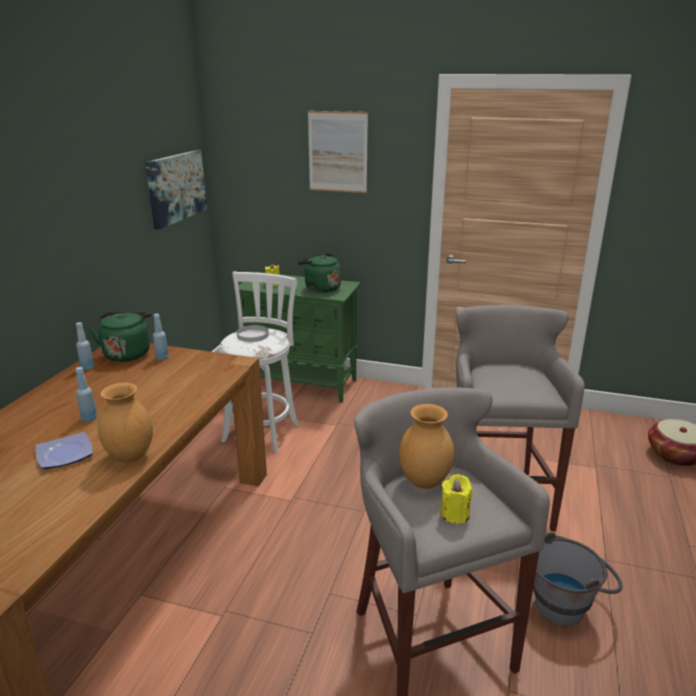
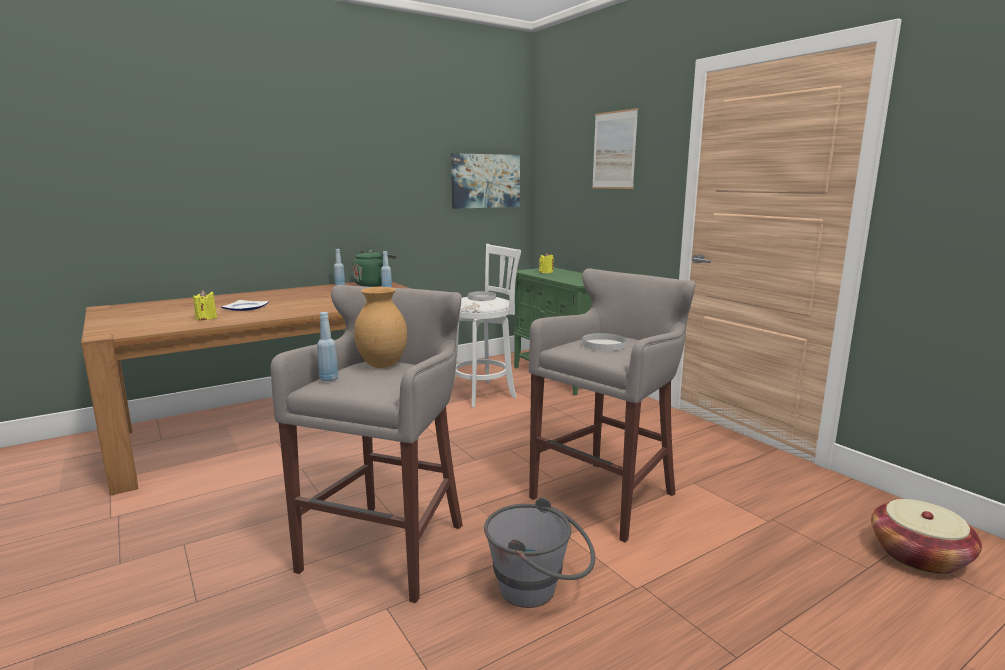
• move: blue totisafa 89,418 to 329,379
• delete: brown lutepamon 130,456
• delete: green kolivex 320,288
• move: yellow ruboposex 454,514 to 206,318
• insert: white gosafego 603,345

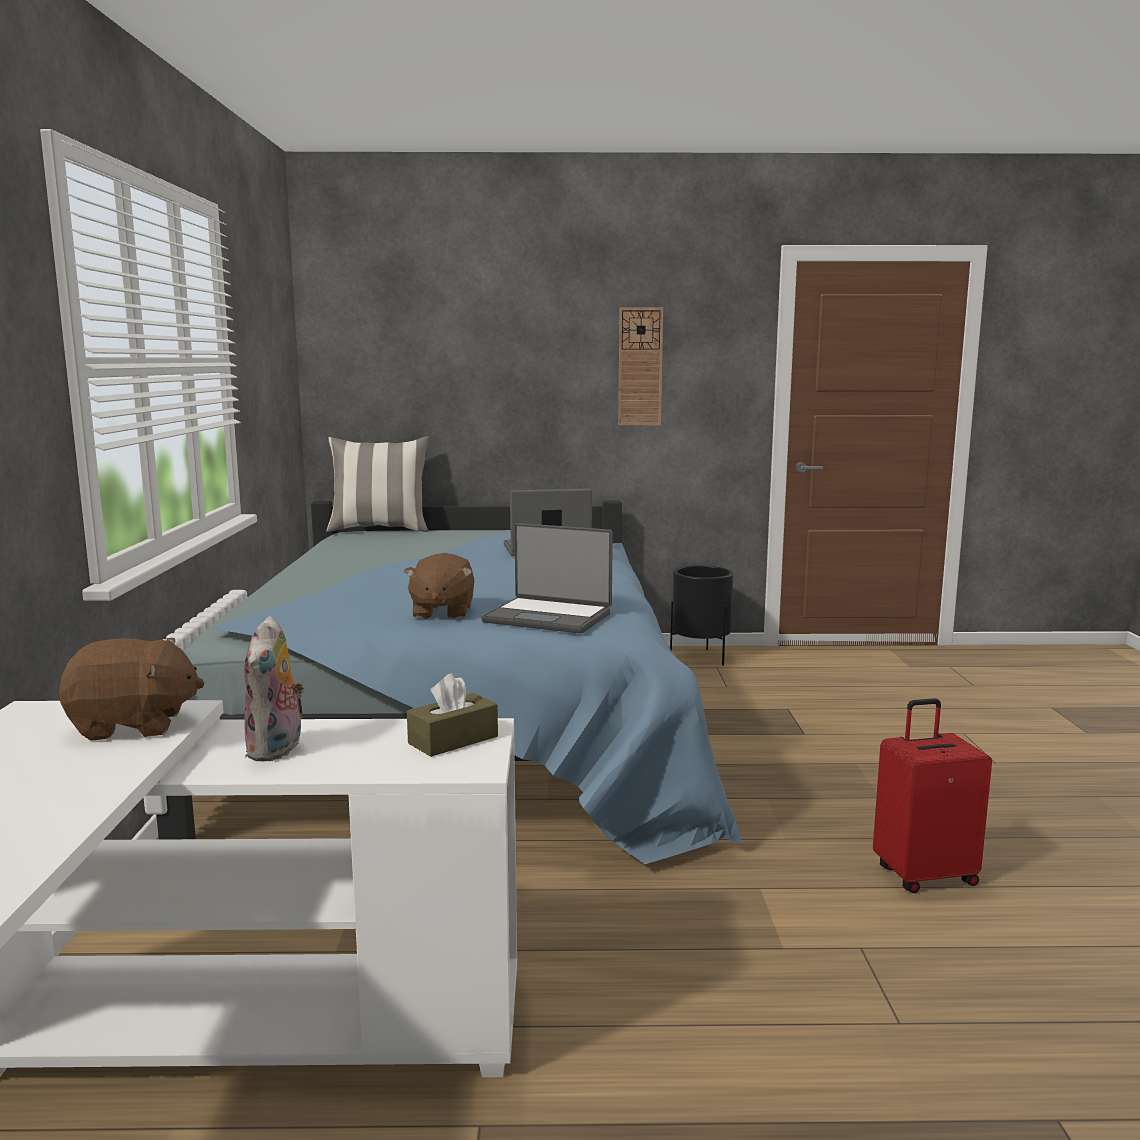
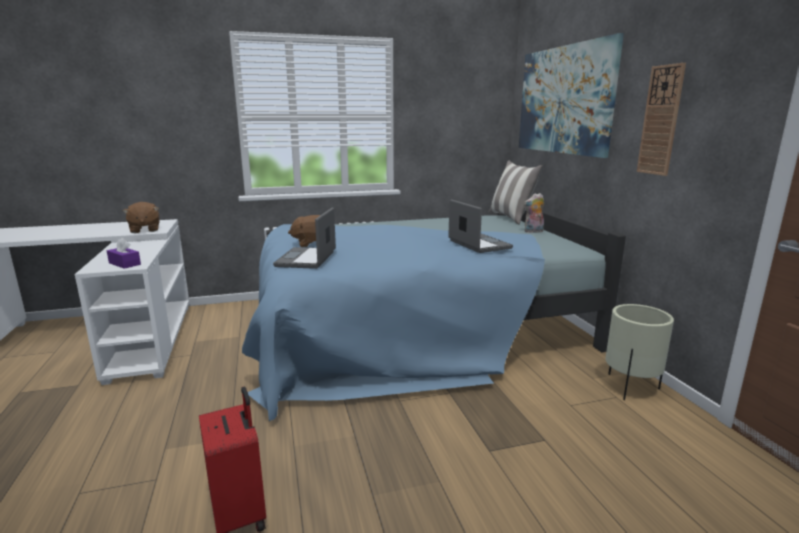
• move: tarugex 277,750 to 533,231
• recolor: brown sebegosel 453,740 to purple sebegosel 124,264
• recolor: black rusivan 700,658 to beige rusivan 630,387
• insert: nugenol 564,100

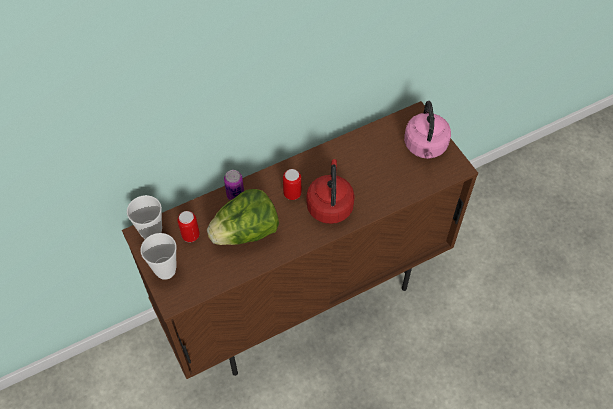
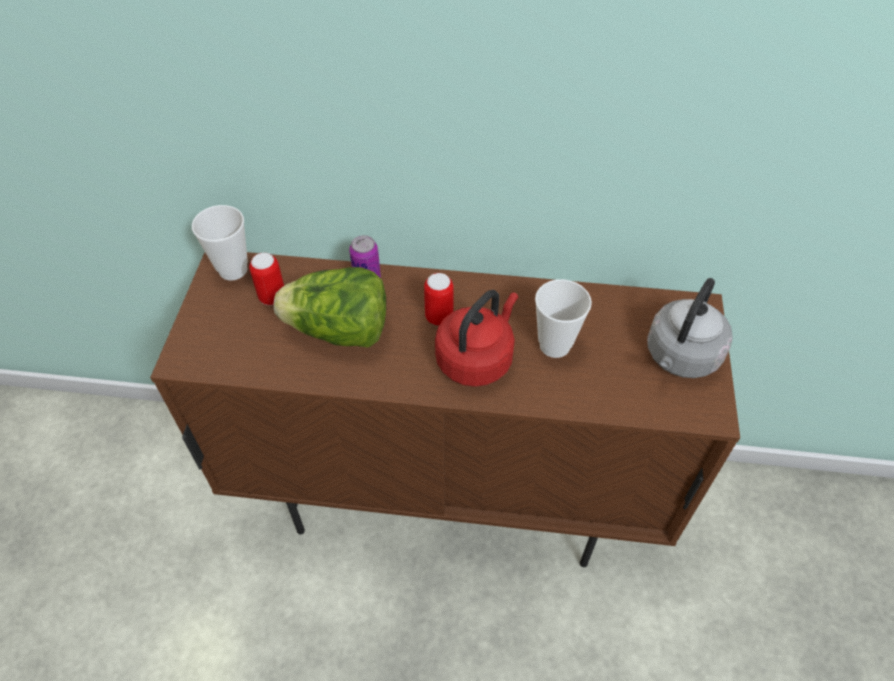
• move: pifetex 165,270 to 554,345
• recolor: pink kolivex 425,147 to grey kolivex 680,357

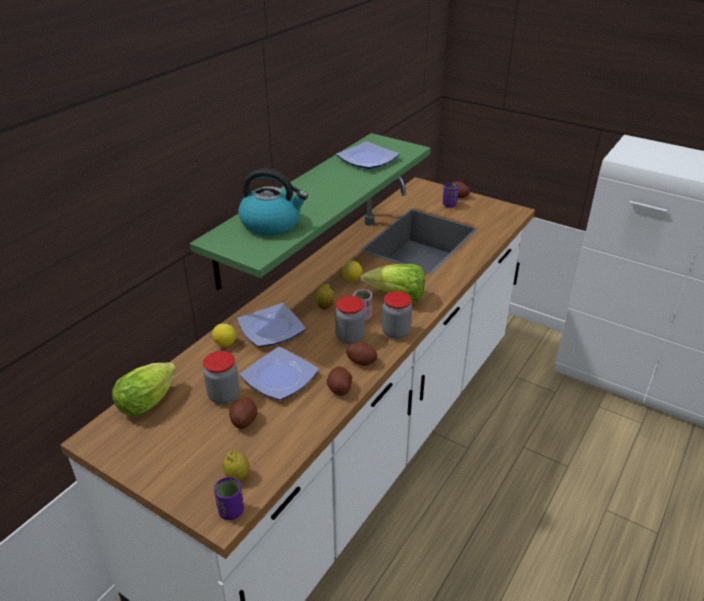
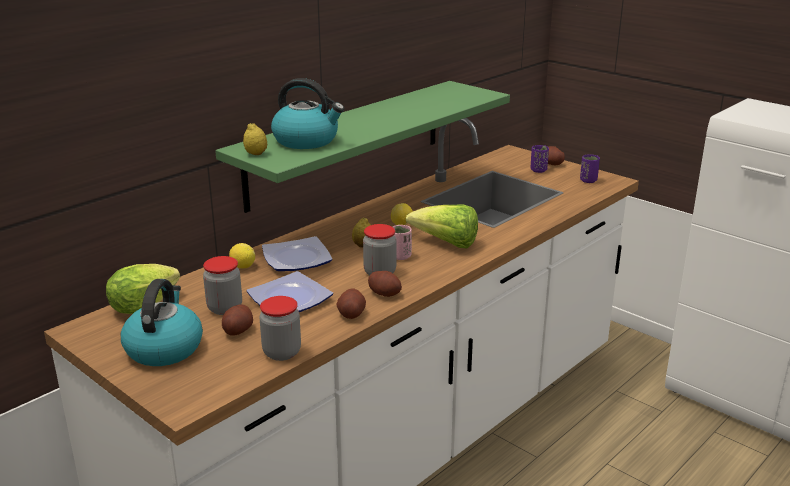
• move: purple pifetex 231,511 to 588,180
• move: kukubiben 237,476 to 256,154
• delete: gosafego 366,159
• move: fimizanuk 396,332 to 282,352
• insert: kolivex 164,348

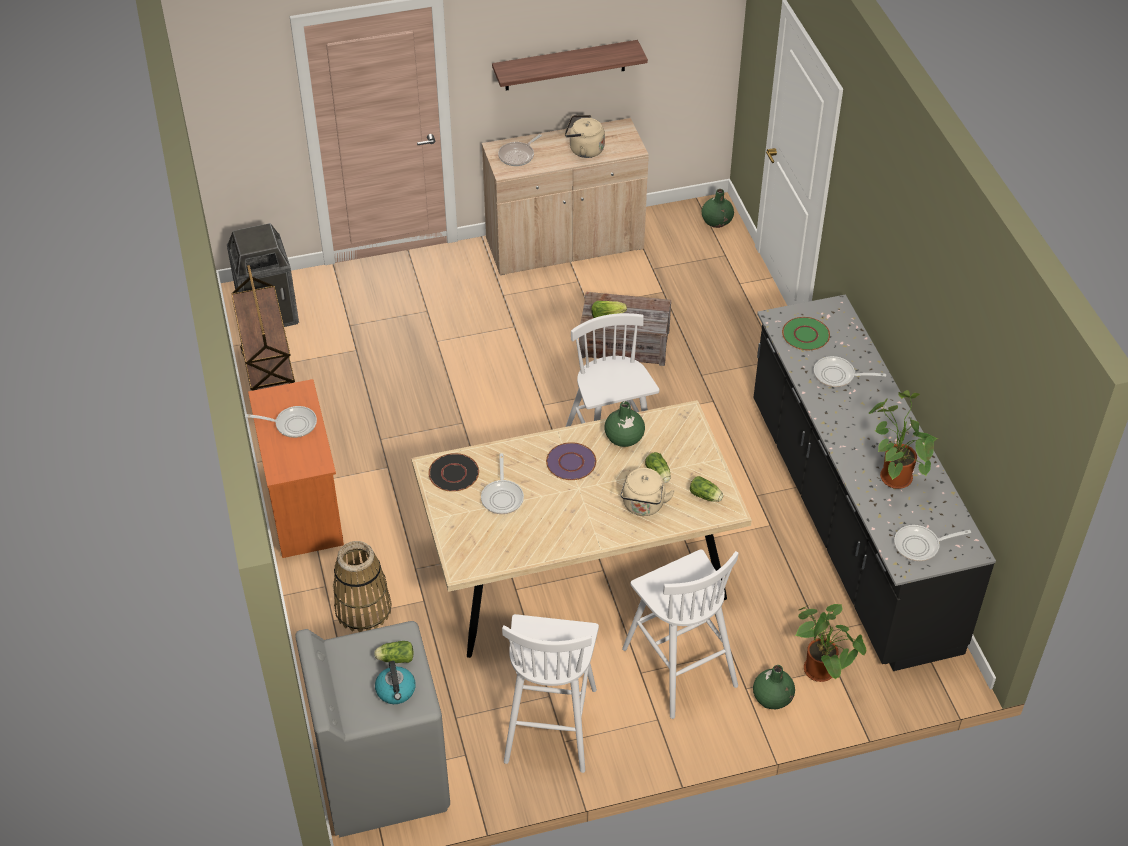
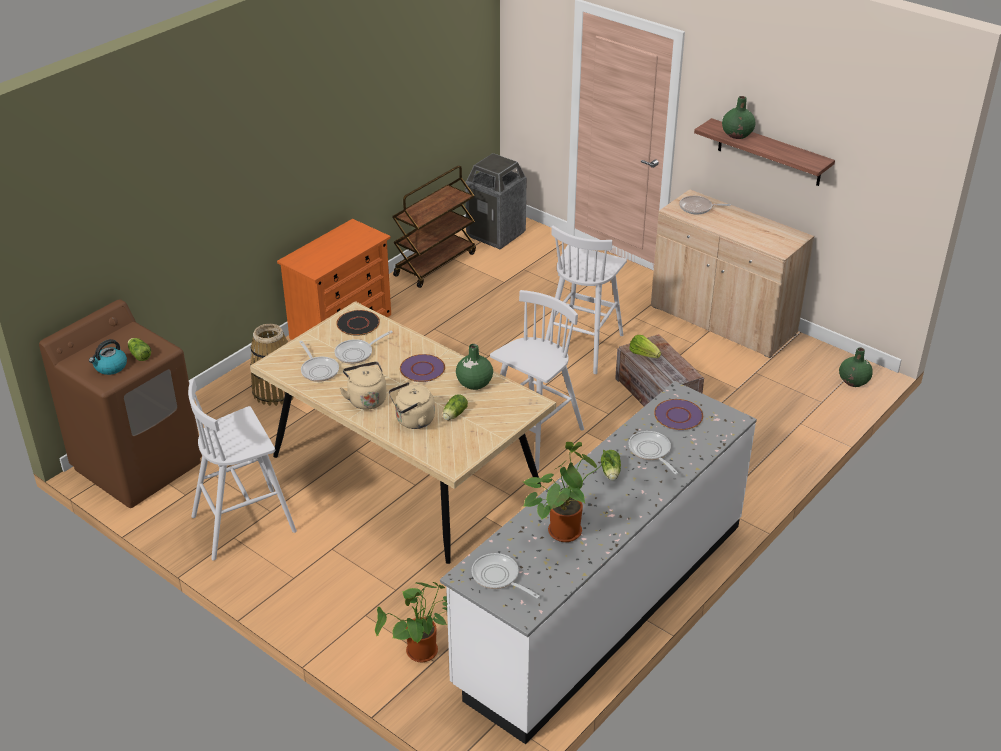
• move: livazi 292,424 to 318,370
• recolor: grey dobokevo 382,776 to brown dobokevo 138,465
• move: beige kolivex 584,150 to 366,399
• move: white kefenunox 678,665 to 583,346
• move: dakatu 706,496 to 610,473
• recolor: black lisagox 849,524 to white lisagox 602,603
• move: green lutepamon 772,697 to 737,134
• recolor: green gosafego 806,335 to purple gosafego 678,416

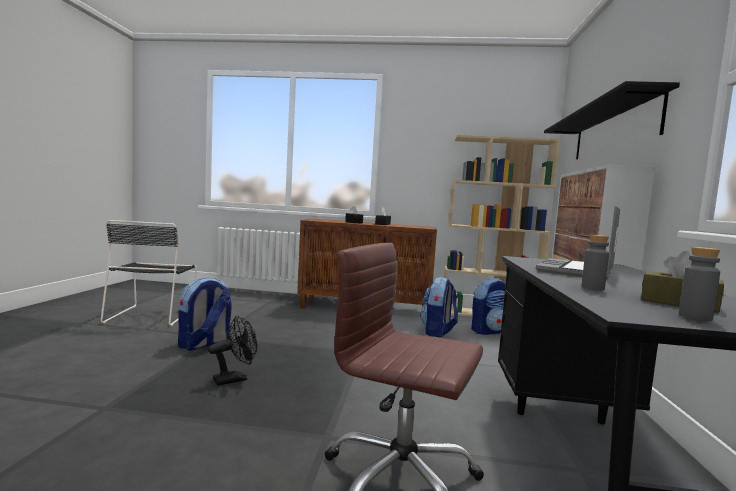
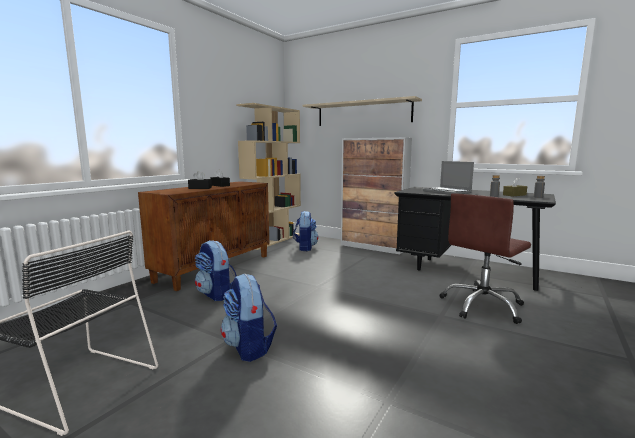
• delete: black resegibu 235,379
• move: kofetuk 438,332 to 216,294
• recolor: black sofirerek 613,131 to beige sofirerek 363,113

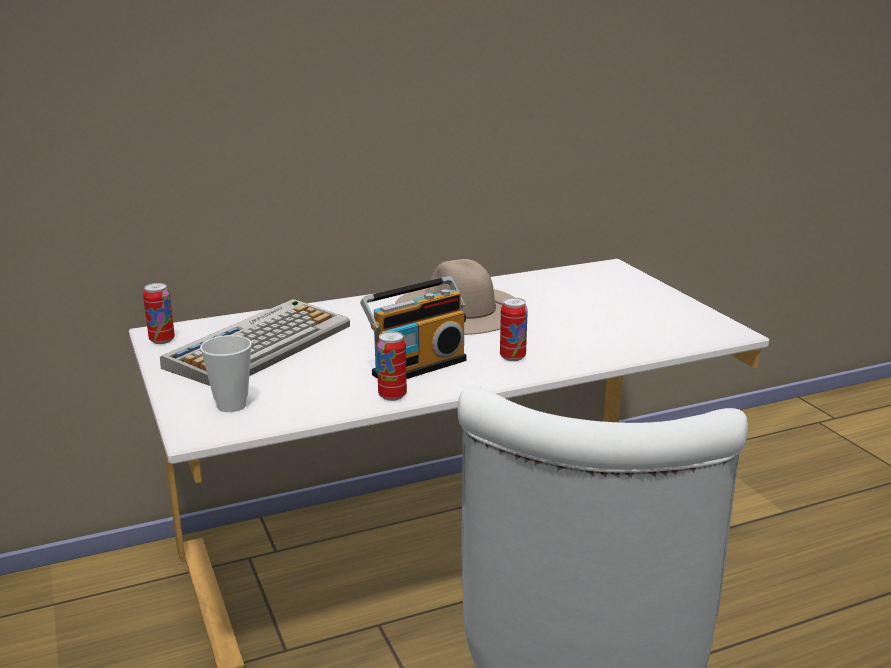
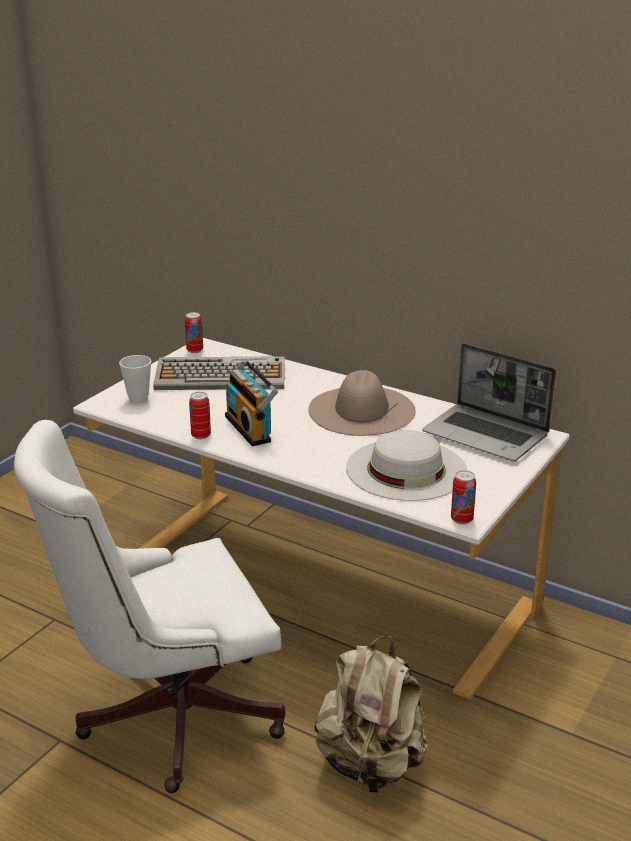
• rotate: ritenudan 417,366 = 251,428 45 degrees clockwise
• move: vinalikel 512,357 to 461,519
• insert: beige kofetuk 371,764
• insert: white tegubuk 406,469
• insert: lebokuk 487,435

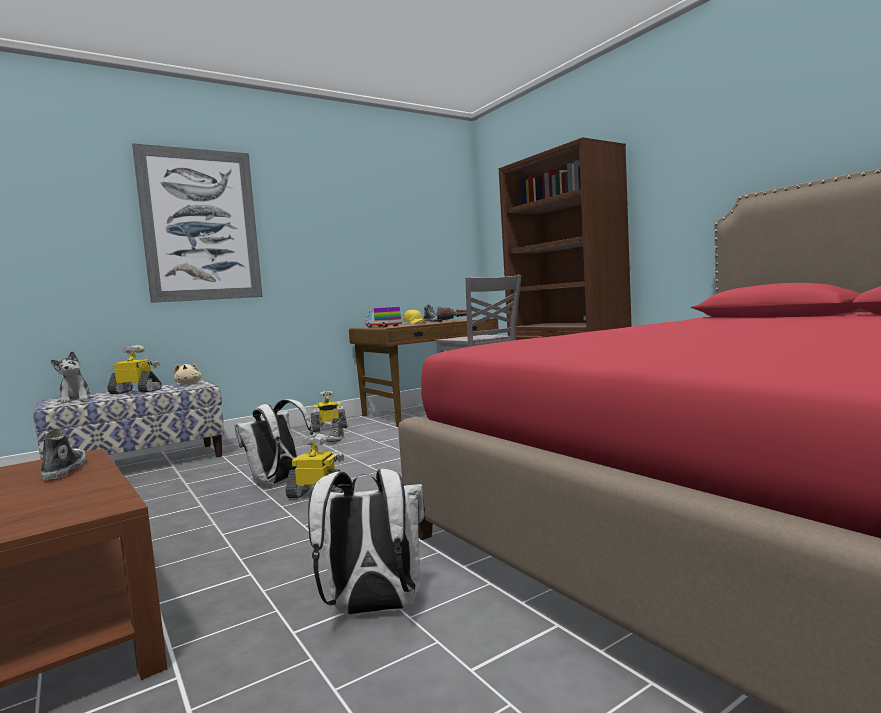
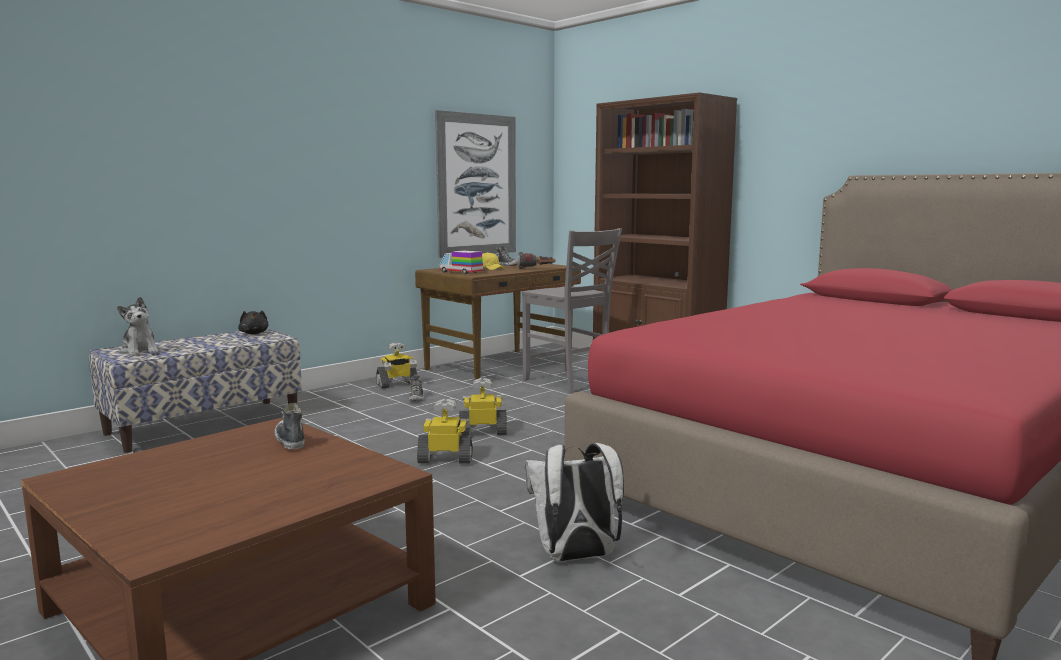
• move: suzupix 136,391 to 483,432
• move: nugenol 201,225 to 477,185
• recolor: beige tarugex 188,384 to black tarugex 254,333
• delete: white kofetuk 278,482

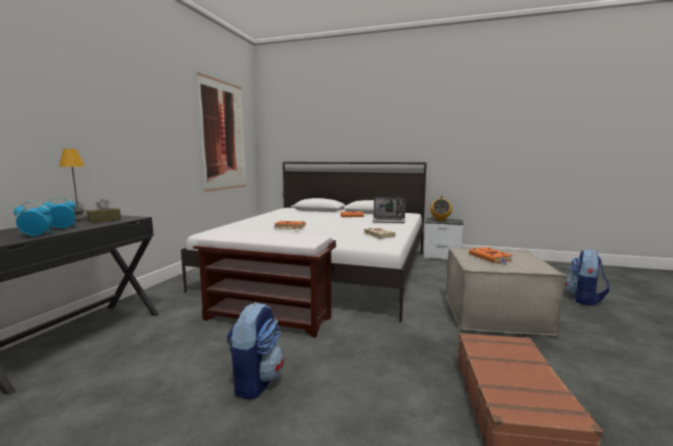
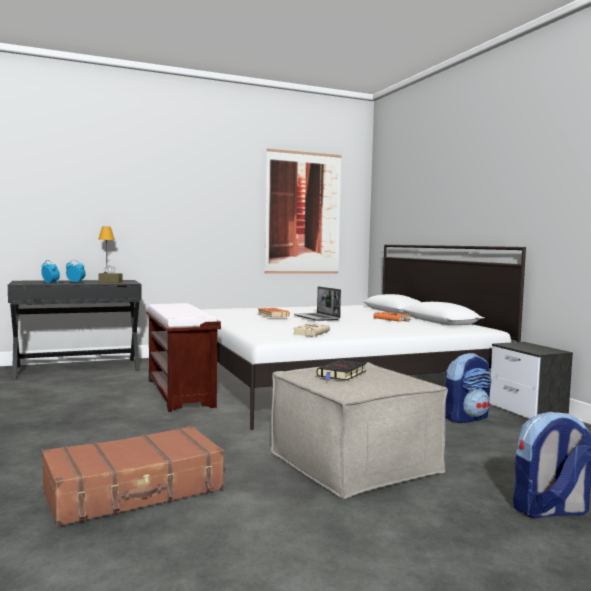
• move: kofetuk 256,381 to 466,418
• move: lebokuk 389,221 to 317,318
• delete: ritenudan 440,220
• recolor: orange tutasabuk 491,258 to black tutasabuk 341,374

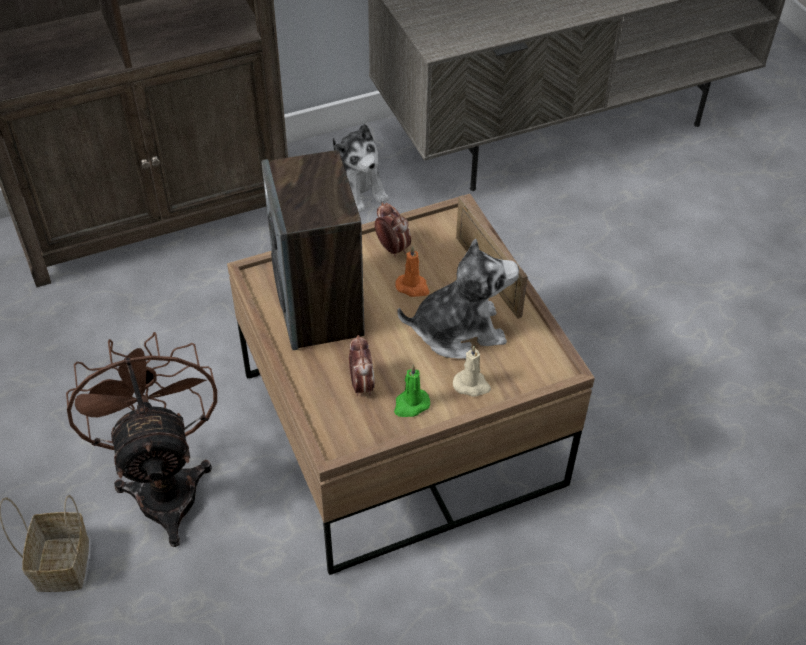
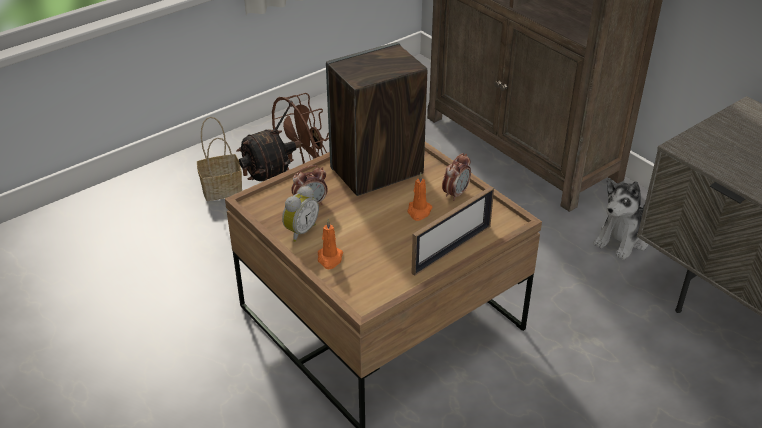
• replace: green ruboposex 411,405 to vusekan 300,231
• delete: tarugex 458,330
• recolor: beige ruboposex 472,385 to orange ruboposex 330,259

